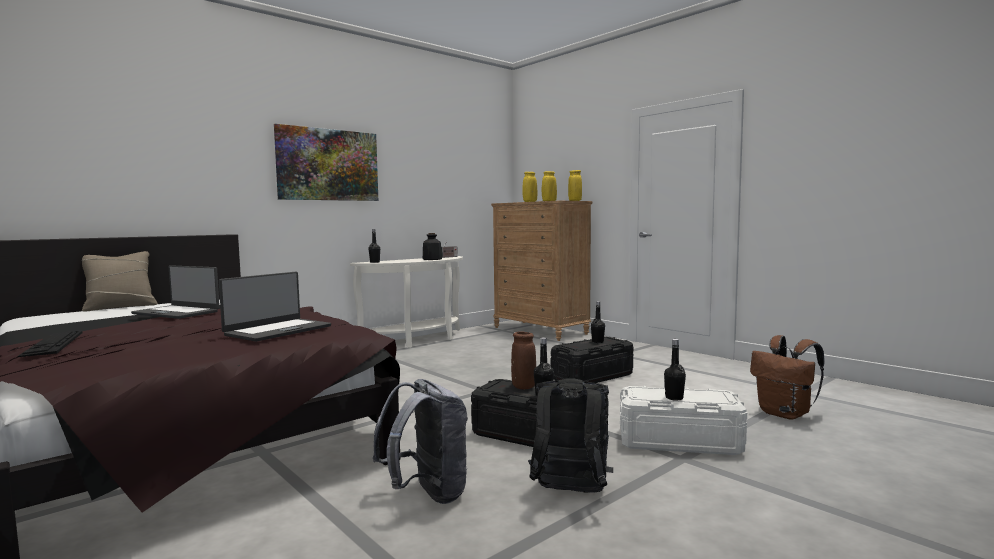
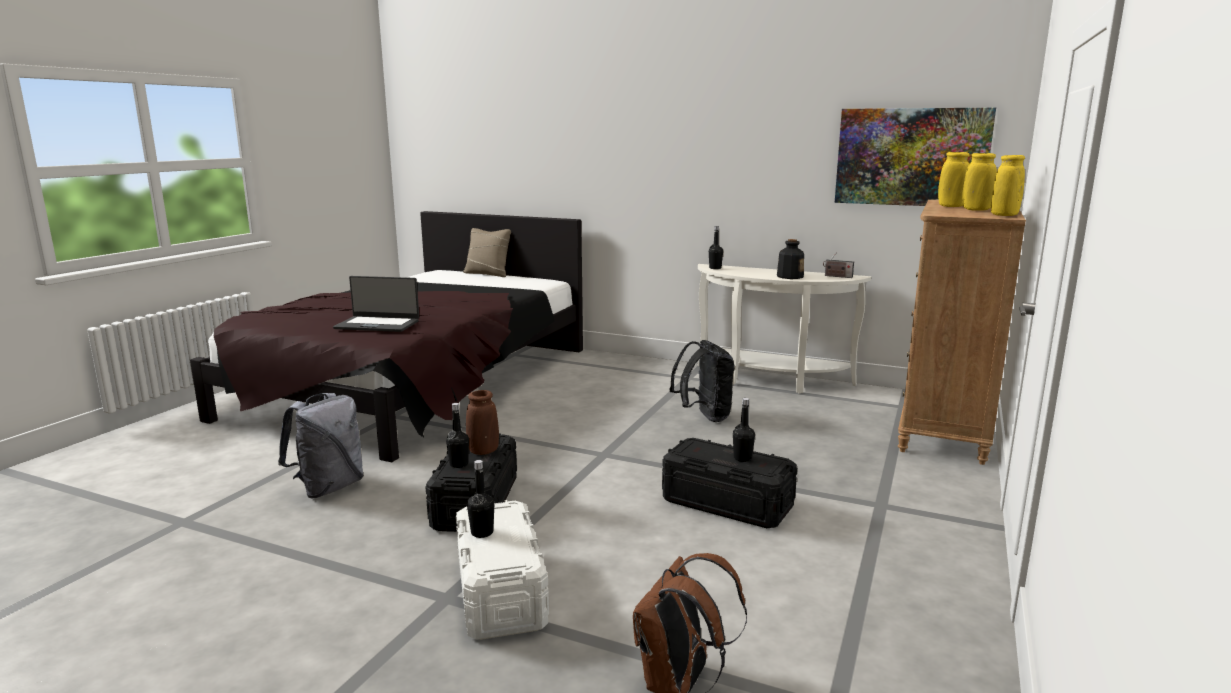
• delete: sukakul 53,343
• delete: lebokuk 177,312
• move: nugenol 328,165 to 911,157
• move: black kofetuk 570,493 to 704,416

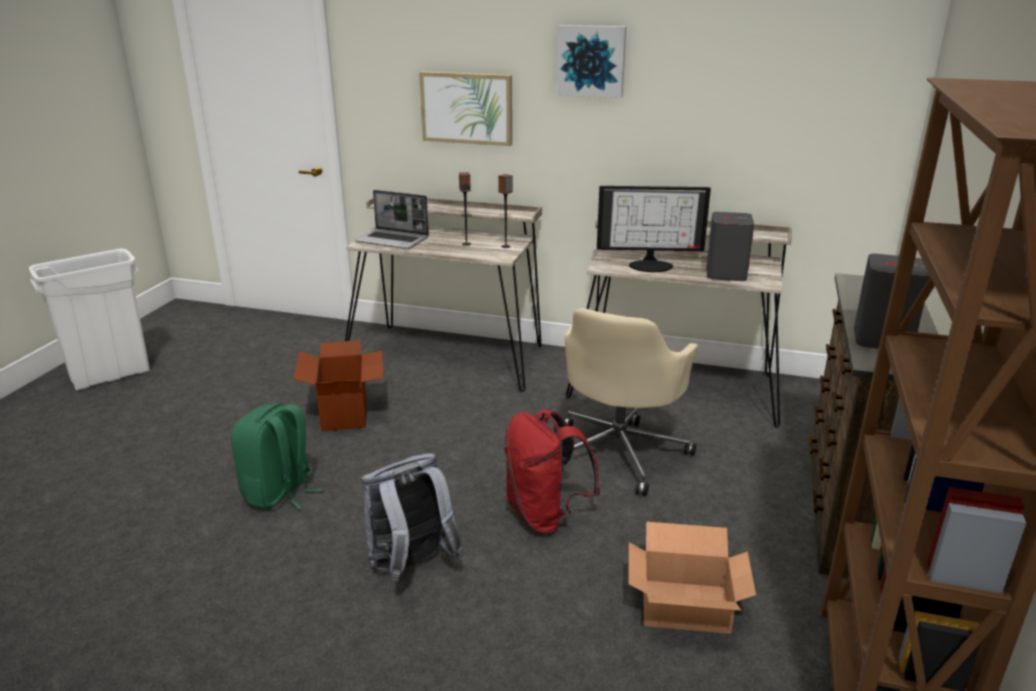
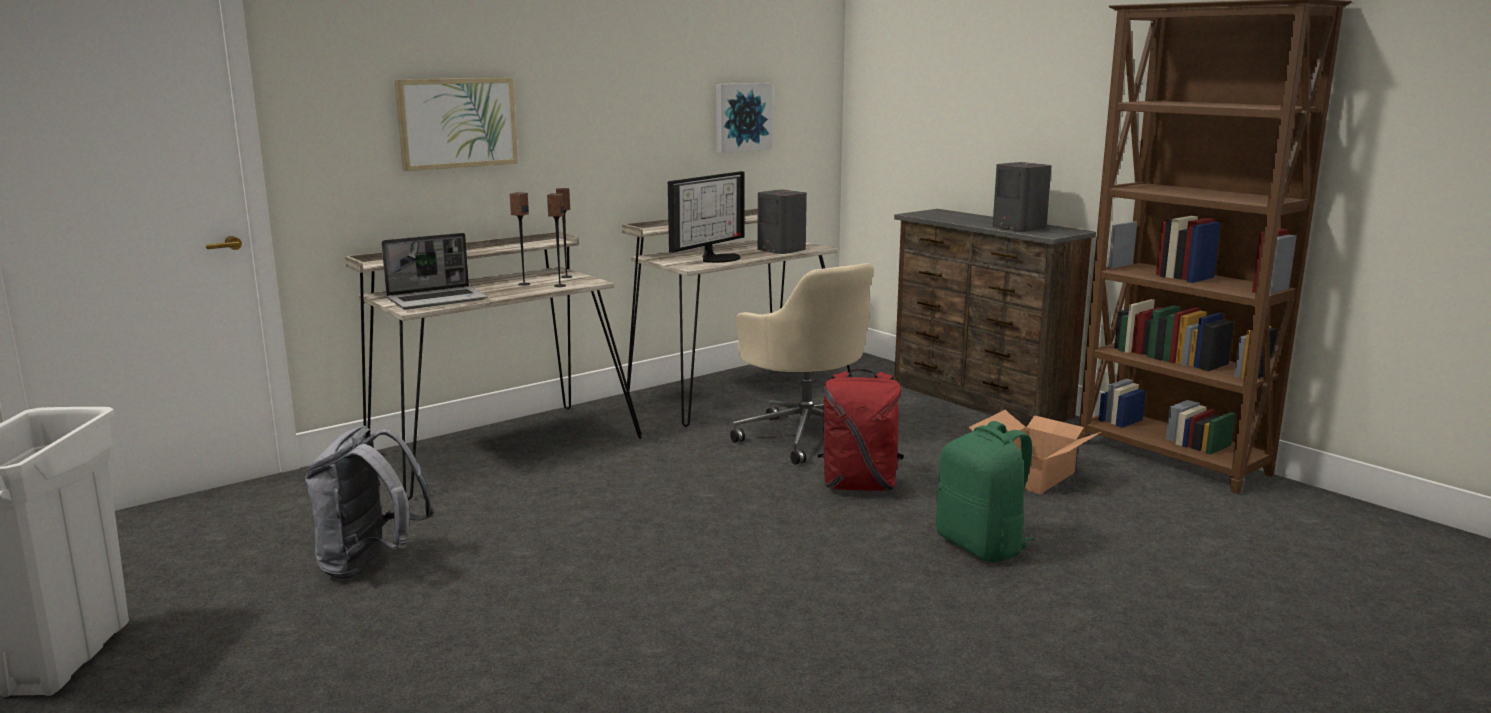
• move: green kofetuk 280,492 to 982,546
• delete: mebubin 345,414
• move: grey kofetuk 411,567 to 370,564
• move: nugenol 591,61 to 742,117
• insert: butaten 559,286

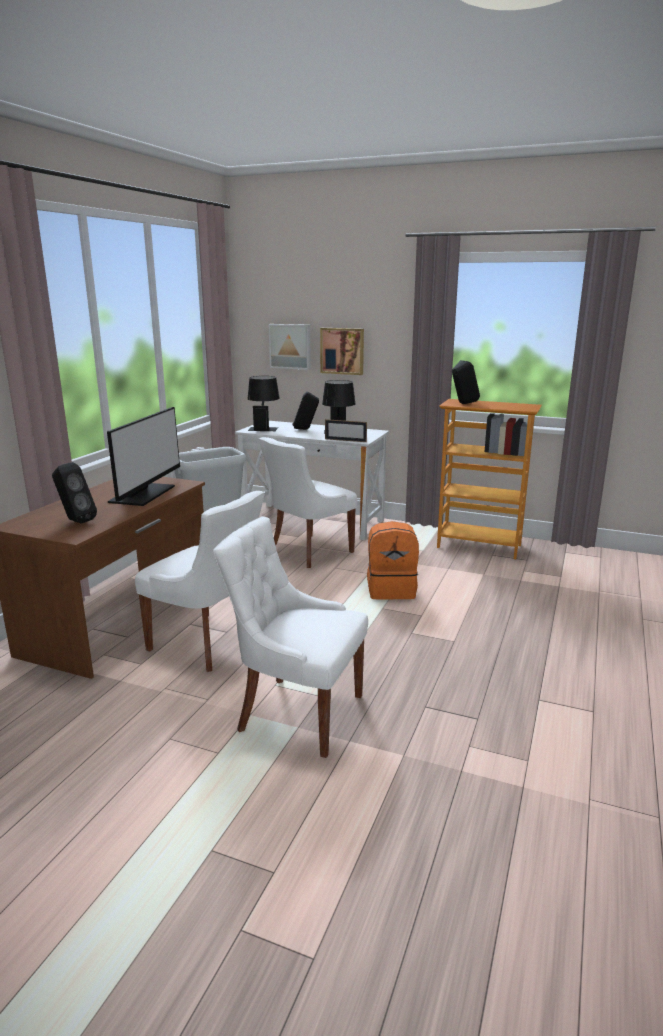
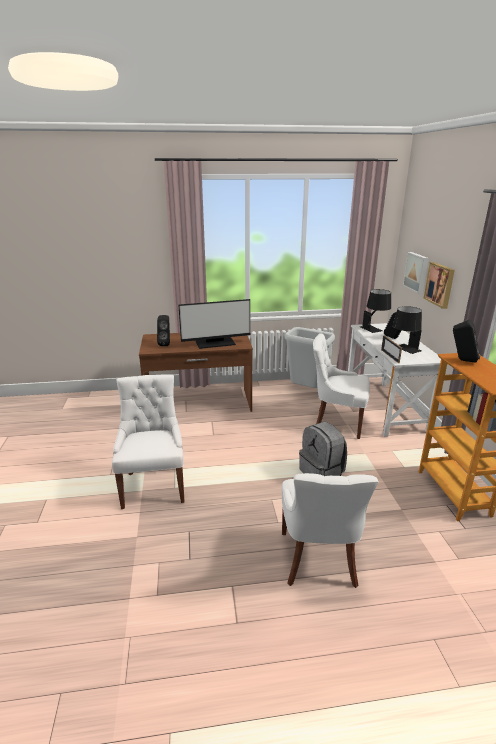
• move: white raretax 208,643 to 319,560
• recolor: orange kofetuk 391,589 to grey kofetuk 322,472

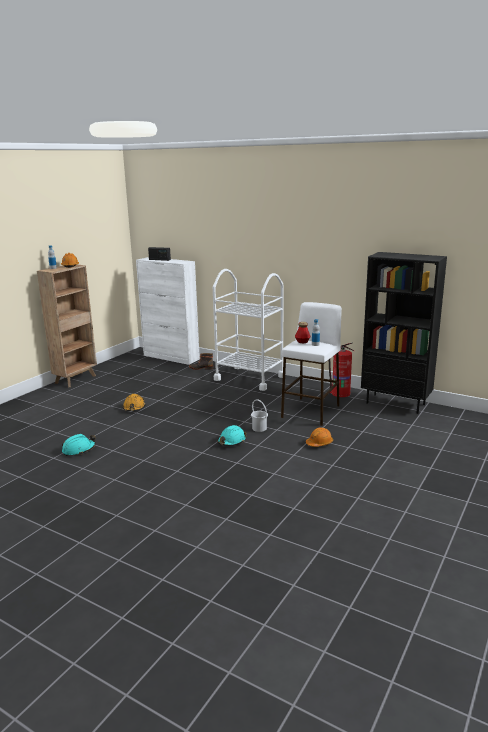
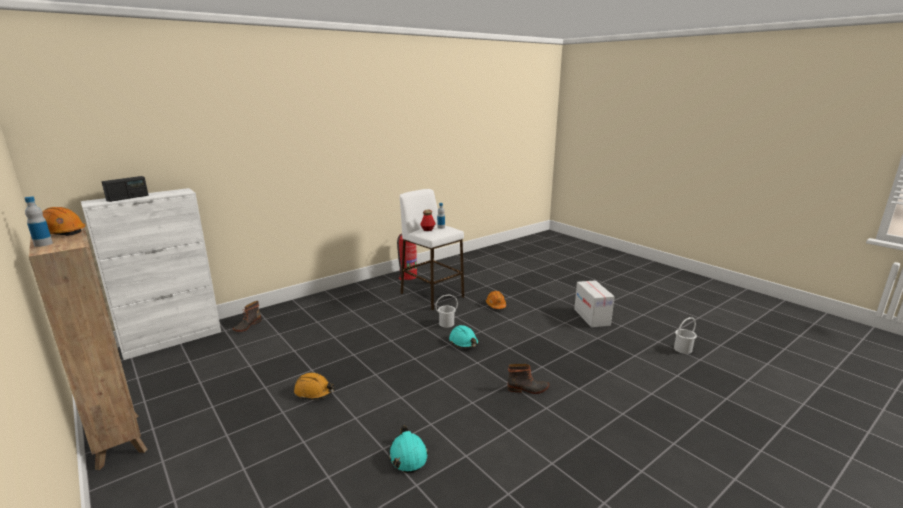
• delete: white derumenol 249,378
• delete: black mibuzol 396,403
• insert: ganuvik 528,389
• insert: mebubin 591,317
• insert: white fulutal 682,349

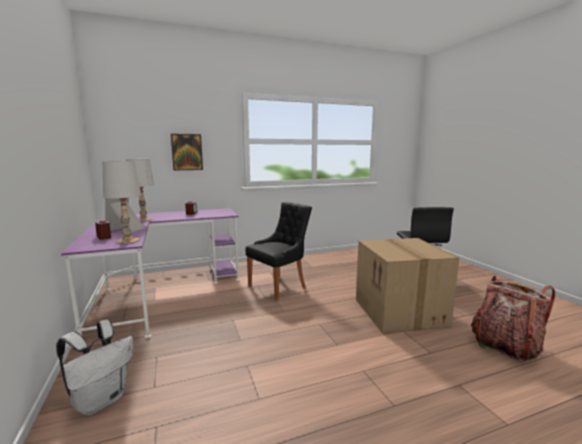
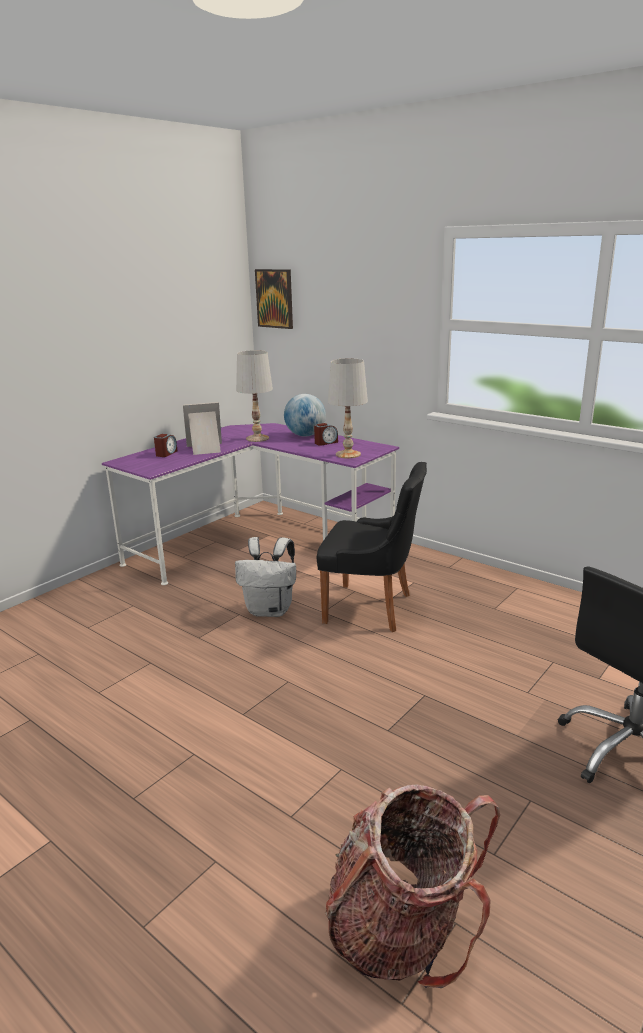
• move: white kofetuk 101,400 to 270,610
• move: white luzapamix 127,241 to 348,454
• move: nugenol 187,152 to 275,298
• delete: mebubin 401,312
• insert: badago 305,435

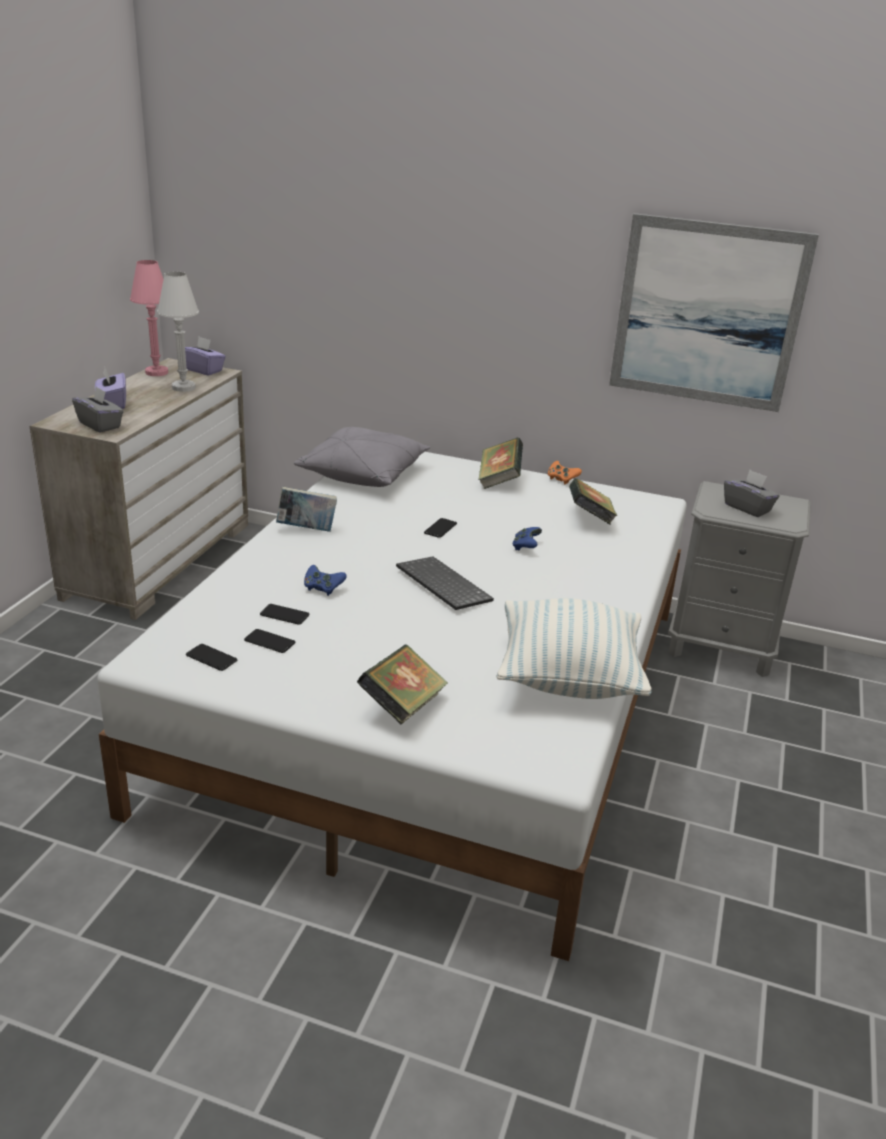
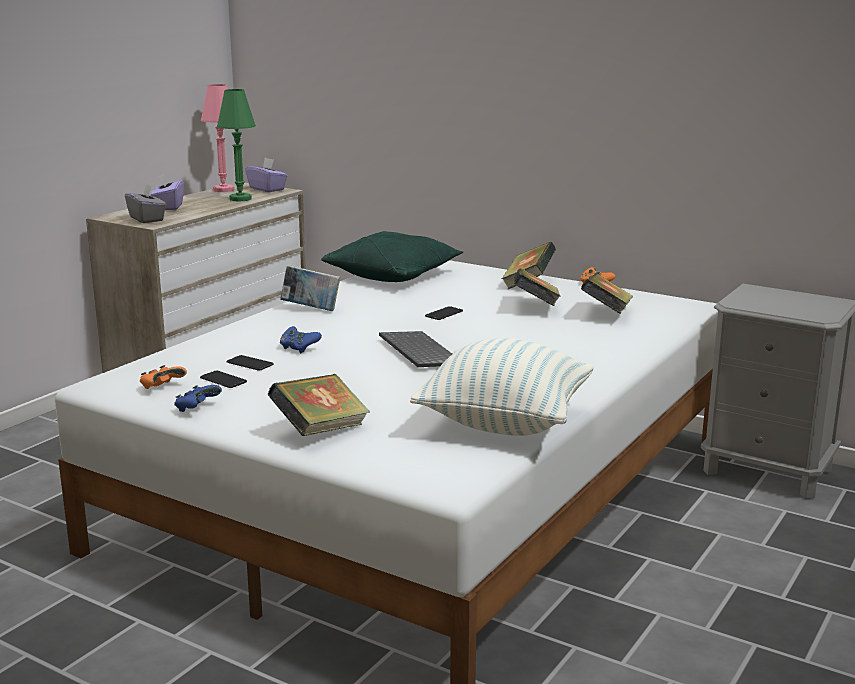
• recolor: white luzapamix 183,387 to green luzapamix 240,199
• replace: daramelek 211,658 to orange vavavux 162,387
• recolor: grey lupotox 364,473 to green lupotox 393,275
• move: blue vavavux 525,547 to 197,409
• delete: nugenol 707,313
• delete: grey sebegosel 747,508
• insert: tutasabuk 536,307

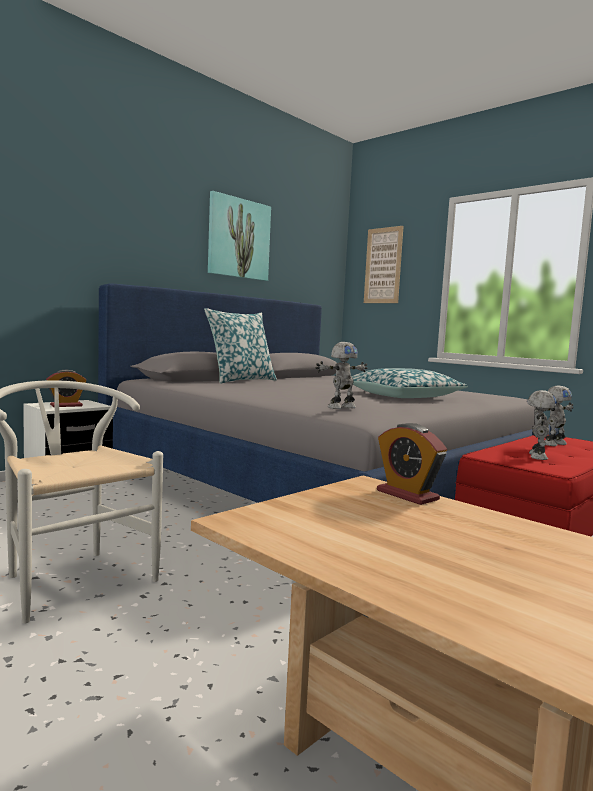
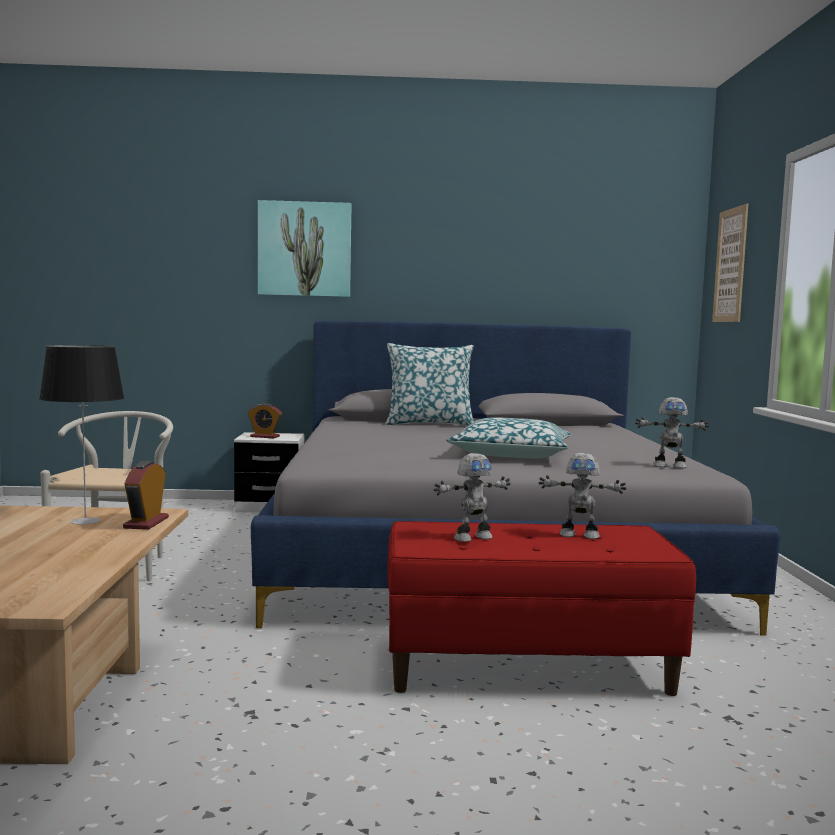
• move: nugenol 239,238 to 304,249
• move: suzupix 341,407 to 669,466
• insert: luzapamix 85,521

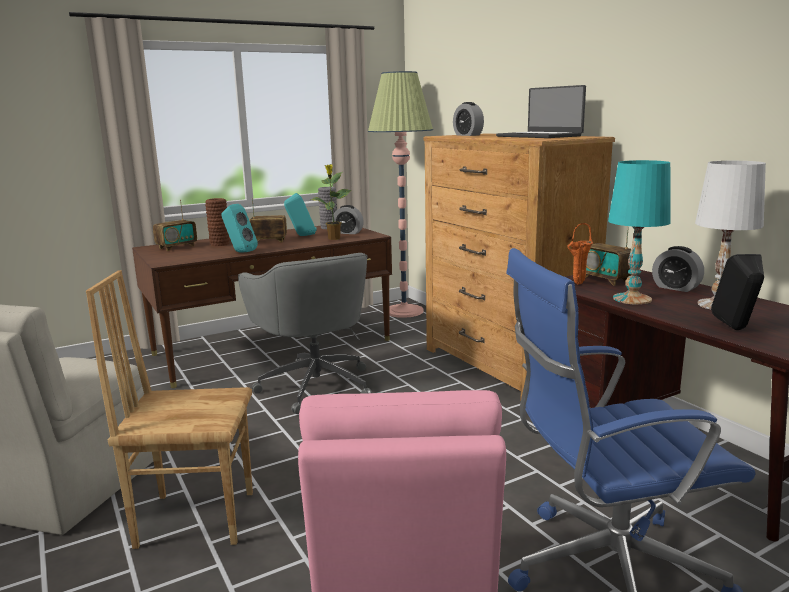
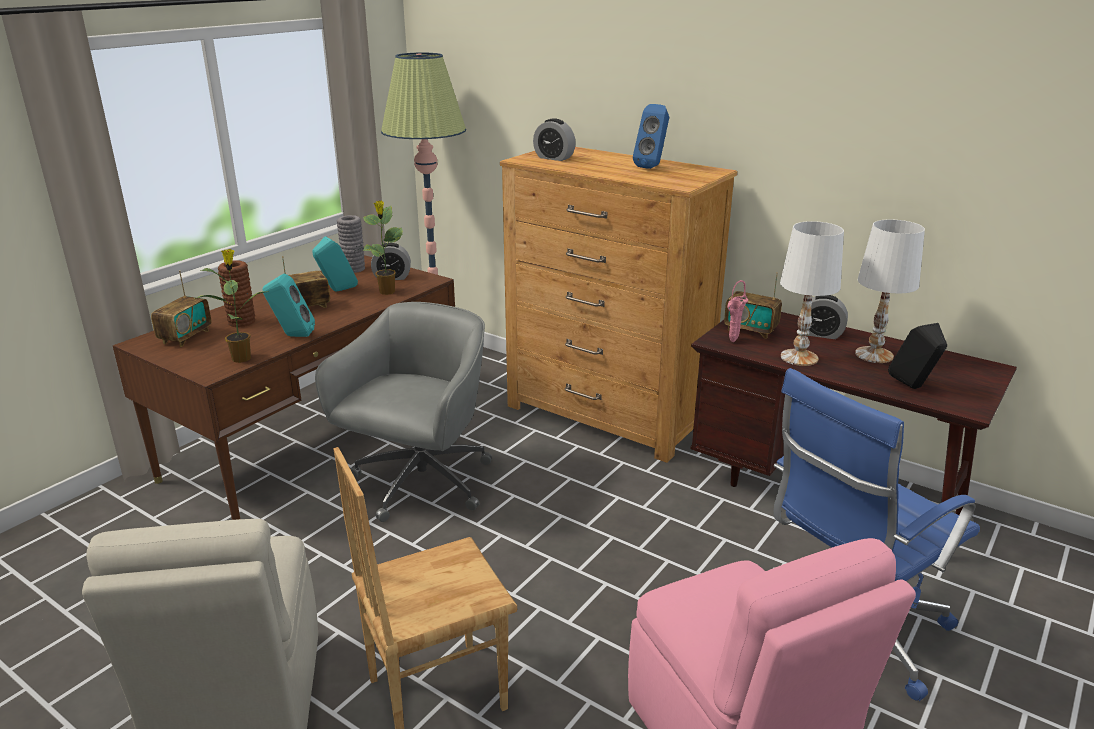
• rotate: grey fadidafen 315,385 = 419,484 105 degrees counterclockwise
• replace: lebokuk 539,136 to blue butaten 652,167
• recolor: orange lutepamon 577,284 to pink lutepamon 732,341
• recolor: turquoise luzapamix 631,299 to white luzapamix 798,357
• insert: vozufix 242,358

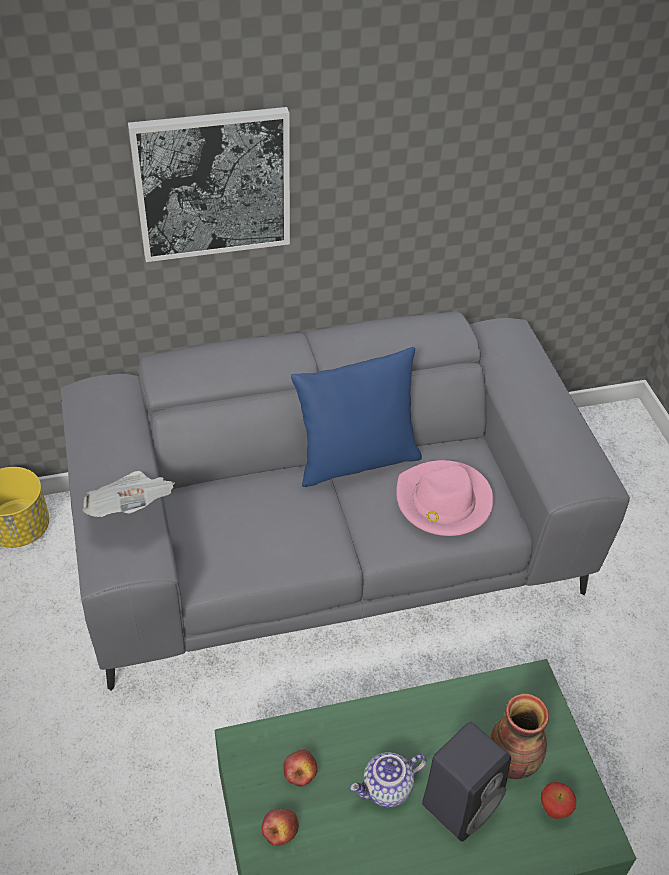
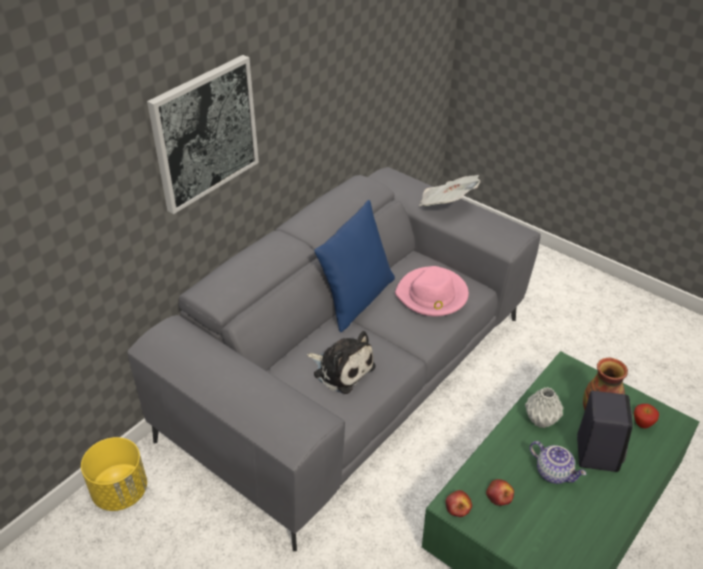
• move: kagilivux 131,509 to 446,204
• move: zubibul 280,830 to 458,507
• rotate: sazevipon 387,790 = 554,472 75 degrees counterclockwise
• insert: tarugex 341,369
• insert: grey lutepamon 541,421

